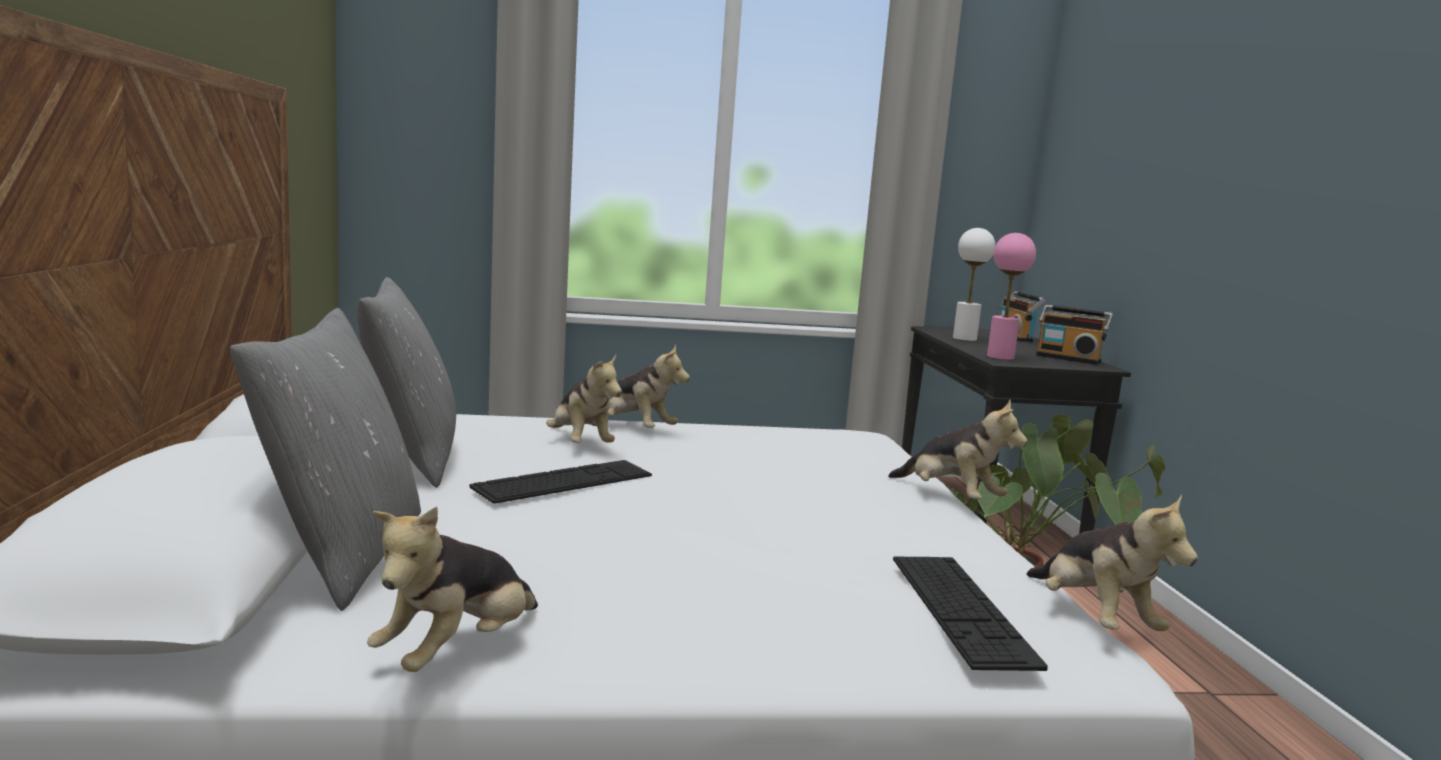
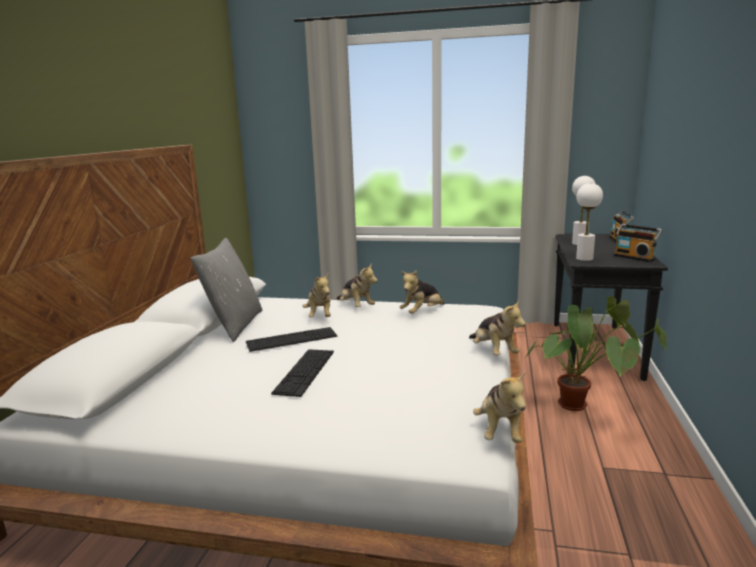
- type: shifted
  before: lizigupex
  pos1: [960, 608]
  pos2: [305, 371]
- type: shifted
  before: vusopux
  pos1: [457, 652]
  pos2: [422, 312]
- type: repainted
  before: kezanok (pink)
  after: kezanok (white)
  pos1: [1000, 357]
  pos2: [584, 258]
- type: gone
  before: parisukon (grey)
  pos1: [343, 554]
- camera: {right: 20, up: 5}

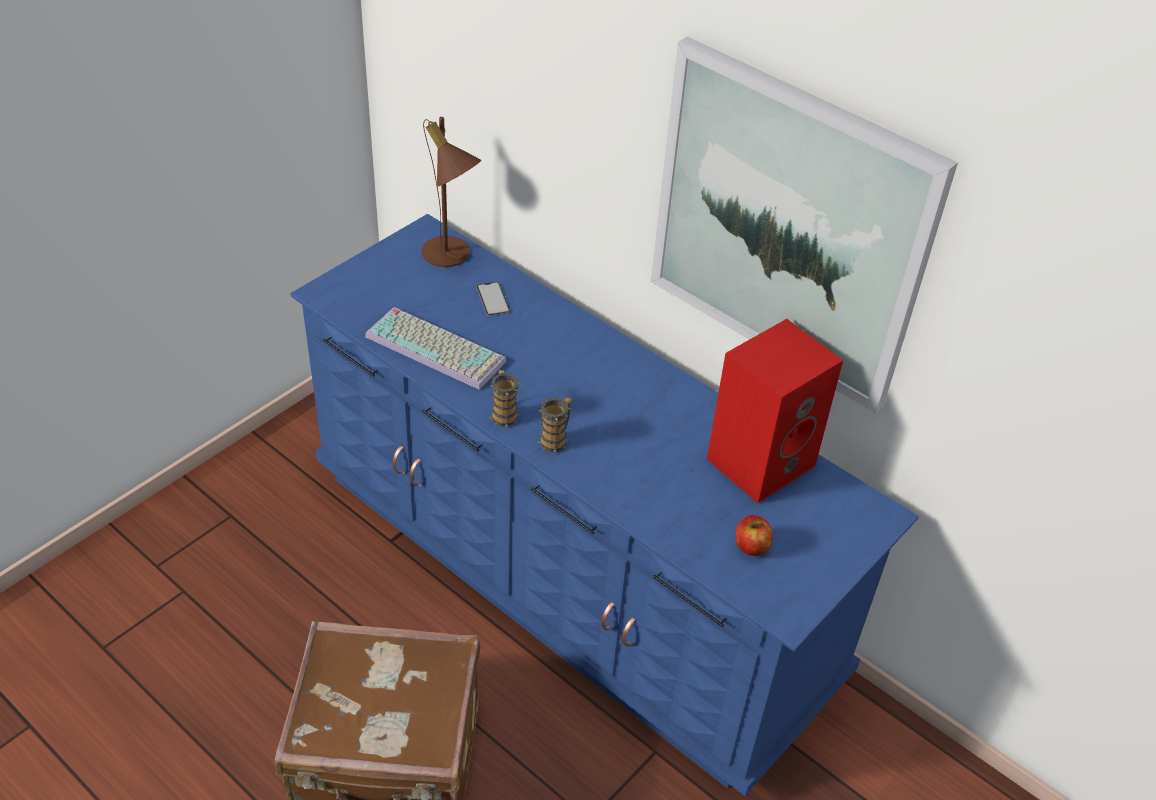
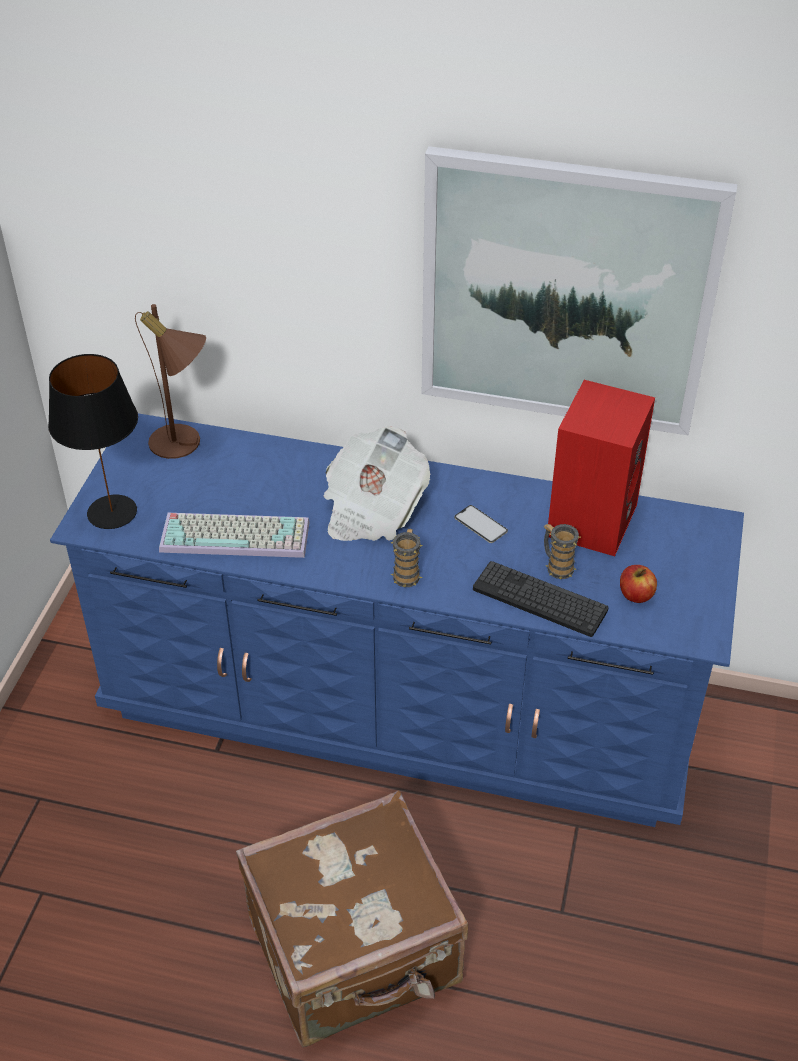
- type: new
  after: kezanok (black)
  pos2: [112, 513]
- type: new
  after: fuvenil
  pos2: [372, 509]
- type: shifted
  before: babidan
  pos1: [493, 299]
  pos2: [480, 524]
- type: new
  after: lizigupex
  pos2: [539, 599]
- type: shifted
  before: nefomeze
  pos1: [503, 414]
  pos2: [556, 566]
- camera: {right: -25, up: 0}

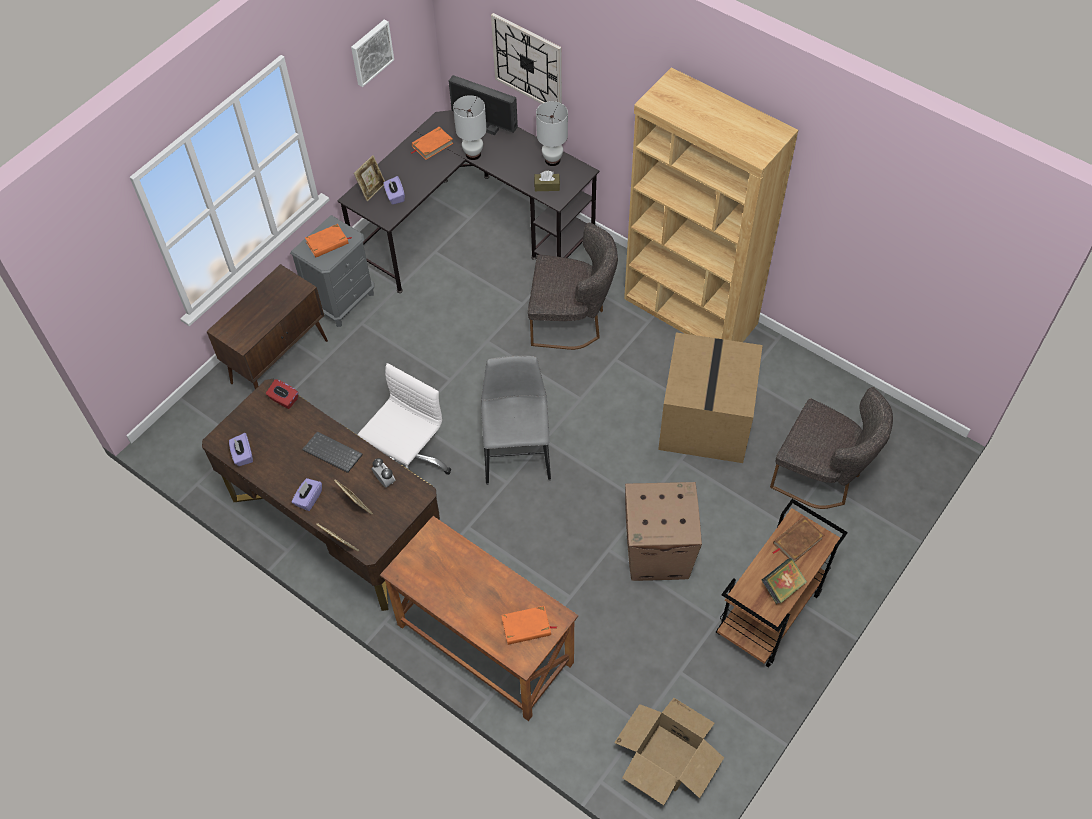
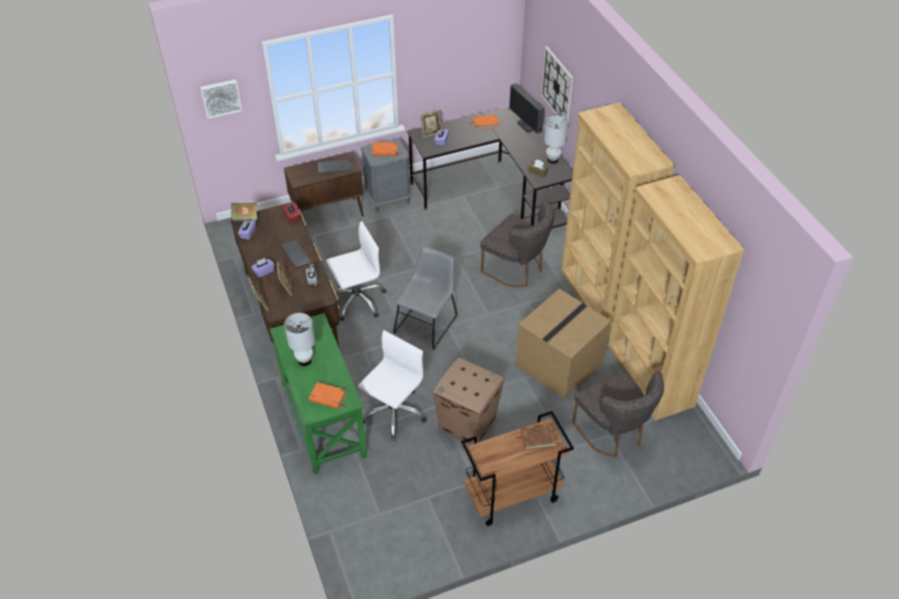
- type: shifted
  before: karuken
  pos1: [370, 52]
  pos2: [221, 98]
- type: shifted
  before: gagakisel
  pos1: [782, 587]
  pos2: [245, 218]
- type: repainted
  before: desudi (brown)
  after: desudi (green)
  pos1: [484, 644]
  pos2: [322, 419]
- type: shifted
  before: kezanok (white)
  pos1: [473, 154]
  pos2: [305, 360]
- type: new
  after: lizigupex
  pos2: [334, 166]
- type: new
  after: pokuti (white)
  pos2: [393, 413]
- type: new
  after: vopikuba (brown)
  pos2: [649, 376]
- type: gone
  before: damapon
  pos1: [666, 757]
- camera: {right: 30, up: -10}

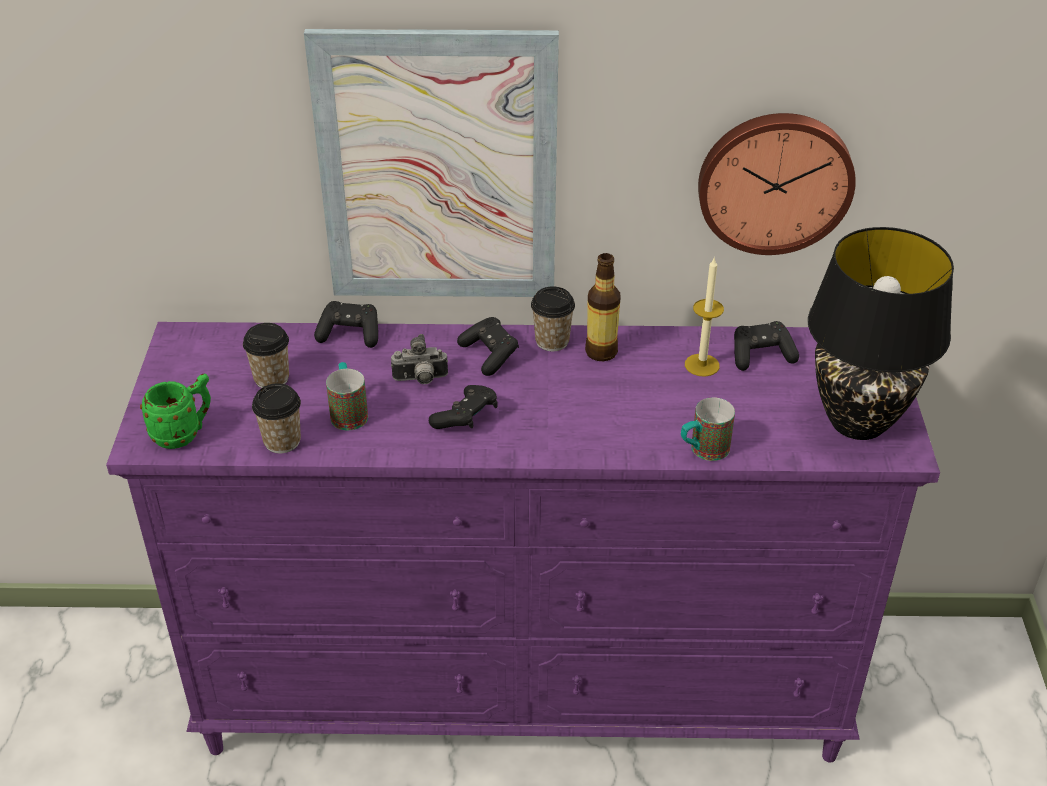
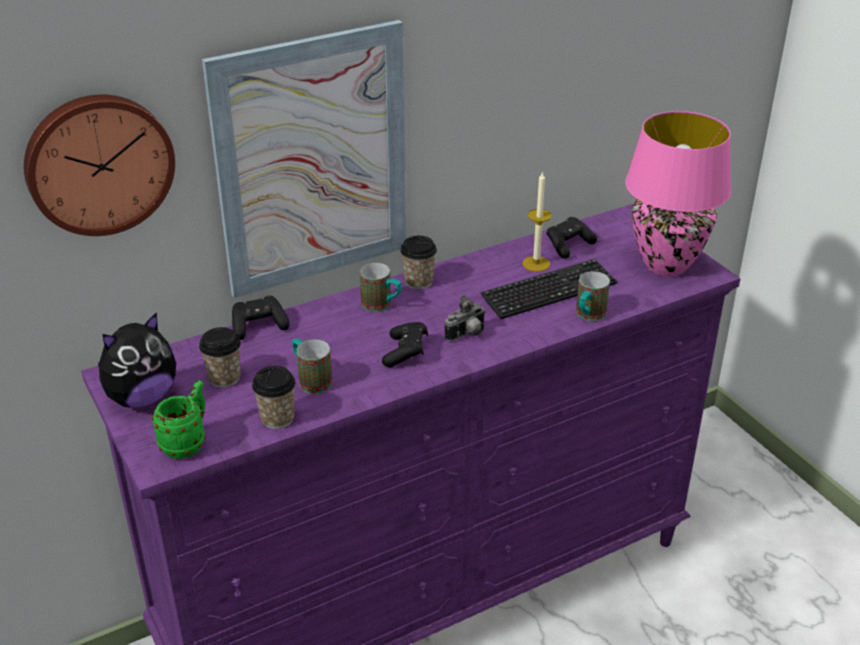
- type: shifted
  before: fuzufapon
  pos1: [774, 181]
  pos2: [98, 163]
- type: new
  after: vusopux
  pos2: [141, 397]
- type: swapped
  before: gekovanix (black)
  after: nefomeze
  pos1: [490, 355]
  pos2: [382, 305]
- type: shifted
  before: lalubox
  pos1: [420, 380]
  pos2: [467, 335]
- type: new
  after: lizigupex
  pos2: [549, 291]
- type: repainted
  before: kezanok (black)
  after: kezanok (pink)
  pos1: [858, 421]
  pos2: [666, 265]
- type: gone
  before: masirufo
  pos1: [601, 352]
- camera: {right: -30, up: -5}

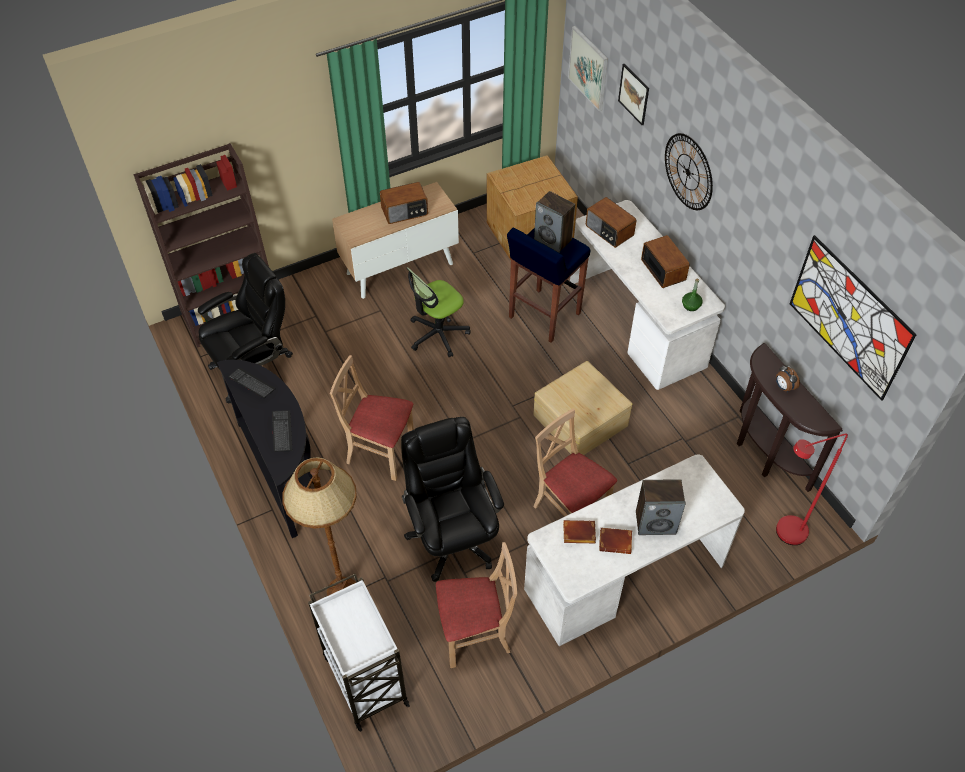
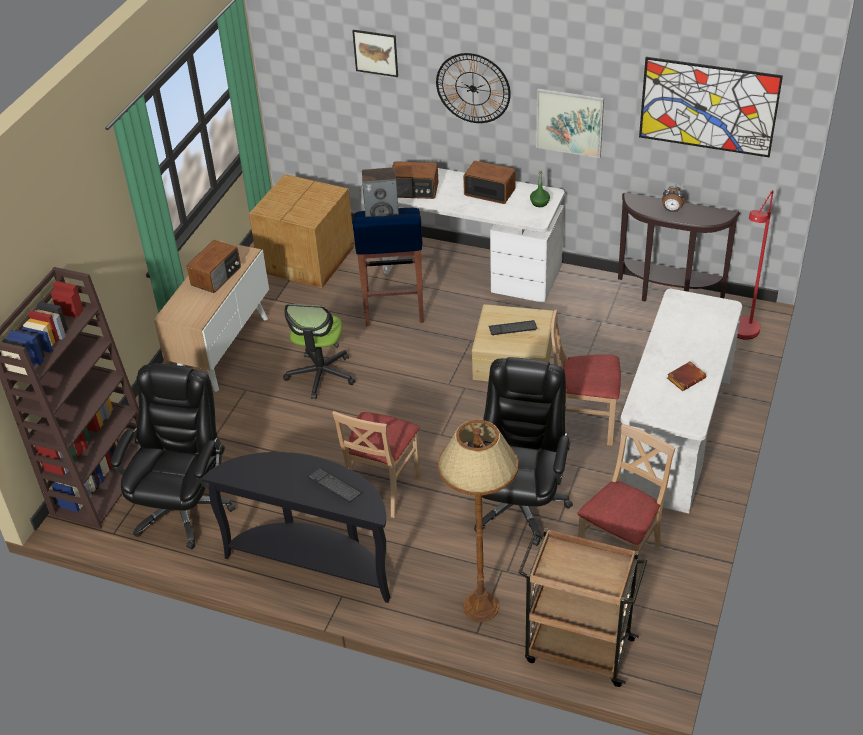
- type: rotated
  before: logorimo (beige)
  pos1: [380, 452]
  pos2: [382, 489]
  turn: -45
- type: rotated
  before: pokuti (black)
  pos1: [452, 537]
  pos2: [519, 504]
  turn: 75
- type: shifted
  before: lizigupex
  pos1: [251, 383]
  pos2: [512, 328]
- type: repainted
  before: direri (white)
  after: direri (brown)
  pos1: [364, 678]
  pos2: [577, 649]
- type: shifted
  before: karuken
  pos1: [588, 68]
  pos2: [569, 122]
- type: gone
  before: gagakisel (brown)
  pos1: [578, 534]
- type: gone
  before: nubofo
  pos1: [656, 522]
- camera: {right: -40, up: -10}

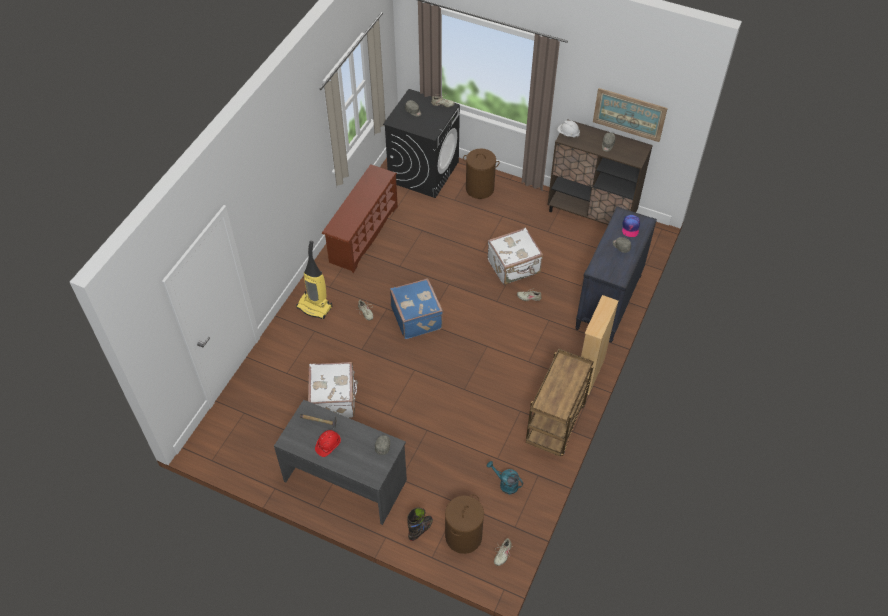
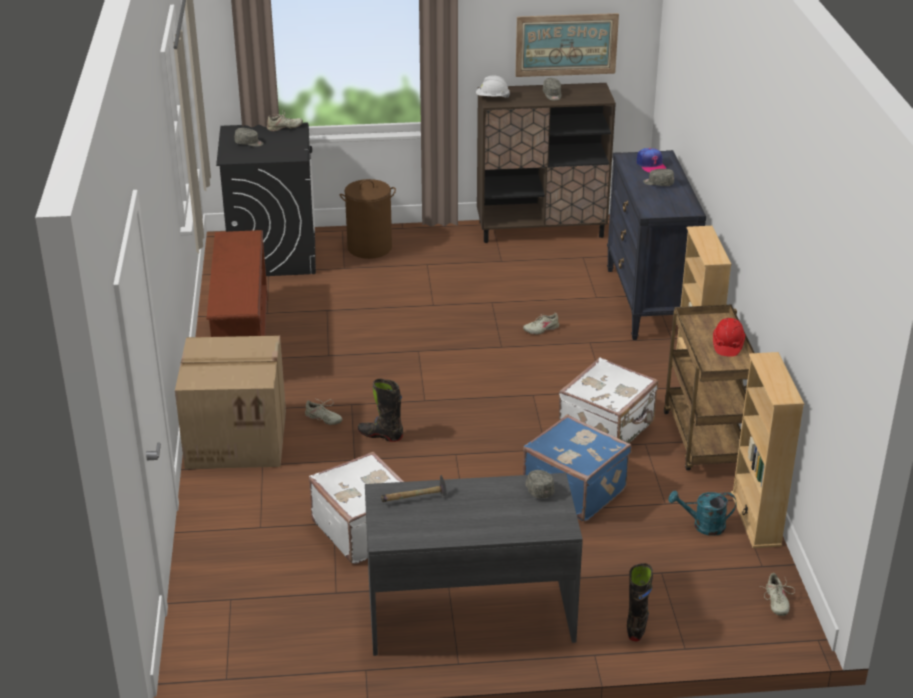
- type: swapped
  before: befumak
  after: damapon
  pos1: [315, 307]
  pos2: [238, 438]
- type: new
  after: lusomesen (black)
  pos2: [380, 435]
- type: shifted
  before: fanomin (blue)
  pos1: [417, 317]
  pos2: [575, 489]
- type: shifted
  before: fanomin (white)
  pos1: [514, 267]
  pos2: [608, 429]
- type: shifted
  before: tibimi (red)
  pos1: [328, 445]
  pos2: [727, 345]
- type: new
  after: vopikuba (beige)
  pos2: [756, 519]
- type: gone
  before: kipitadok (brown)
  pos1: [463, 536]
- camera: {right: -30, up: -20}

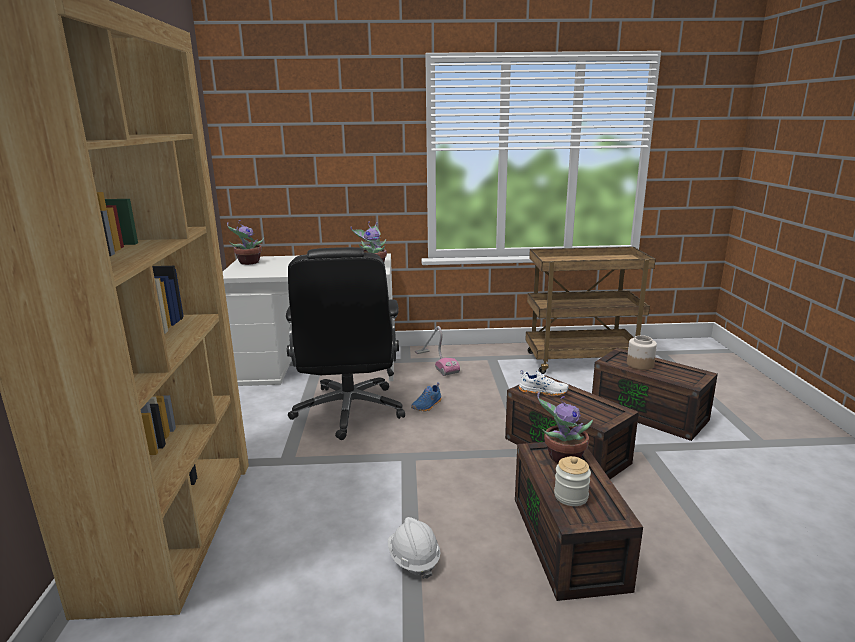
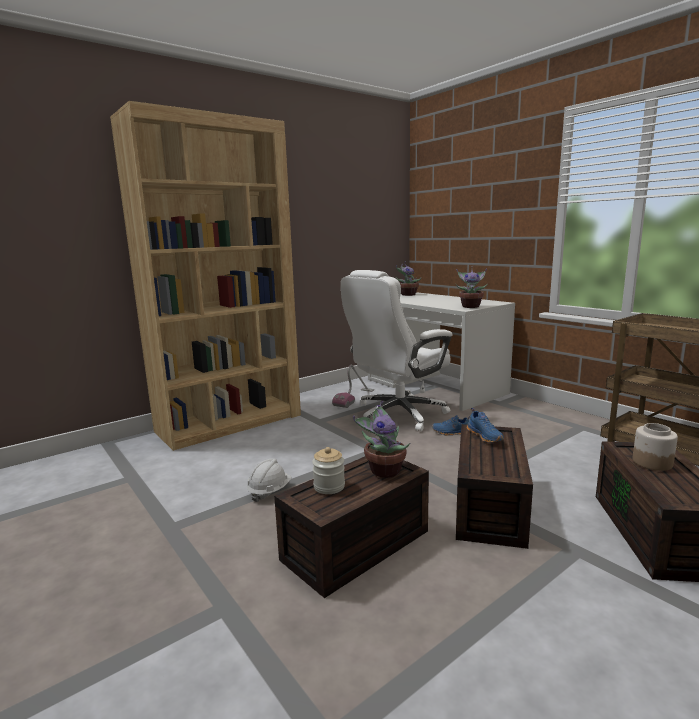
- type: shifted
  before: befumak
  pos1: [436, 362]
  pos2: [354, 398]
- type: repainted
  before: pokuti (black)
  after: pokuti (white)
  pos1: [349, 411]
  pos2: [397, 414]
- type: repainted
  before: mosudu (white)
  after: mosudu (blue)
  pos1: [543, 391]
  pos2: [485, 436]
- camera: {right: 55, up: -5}

